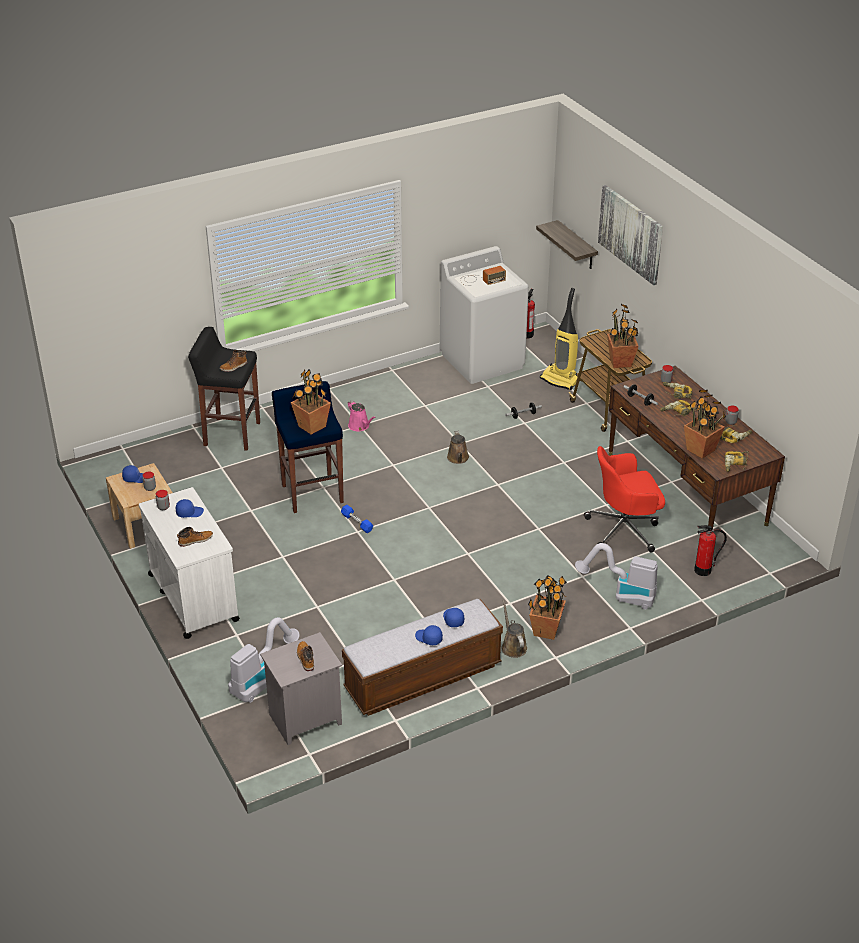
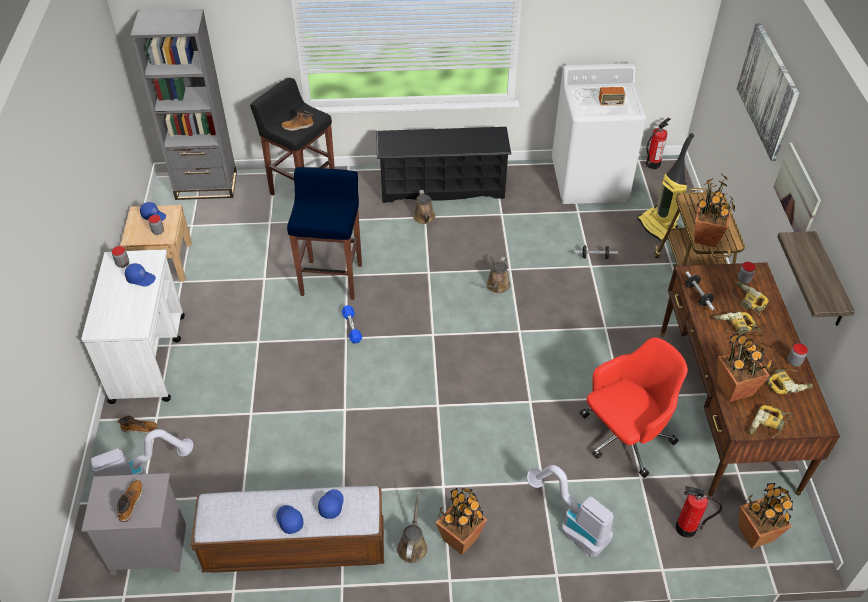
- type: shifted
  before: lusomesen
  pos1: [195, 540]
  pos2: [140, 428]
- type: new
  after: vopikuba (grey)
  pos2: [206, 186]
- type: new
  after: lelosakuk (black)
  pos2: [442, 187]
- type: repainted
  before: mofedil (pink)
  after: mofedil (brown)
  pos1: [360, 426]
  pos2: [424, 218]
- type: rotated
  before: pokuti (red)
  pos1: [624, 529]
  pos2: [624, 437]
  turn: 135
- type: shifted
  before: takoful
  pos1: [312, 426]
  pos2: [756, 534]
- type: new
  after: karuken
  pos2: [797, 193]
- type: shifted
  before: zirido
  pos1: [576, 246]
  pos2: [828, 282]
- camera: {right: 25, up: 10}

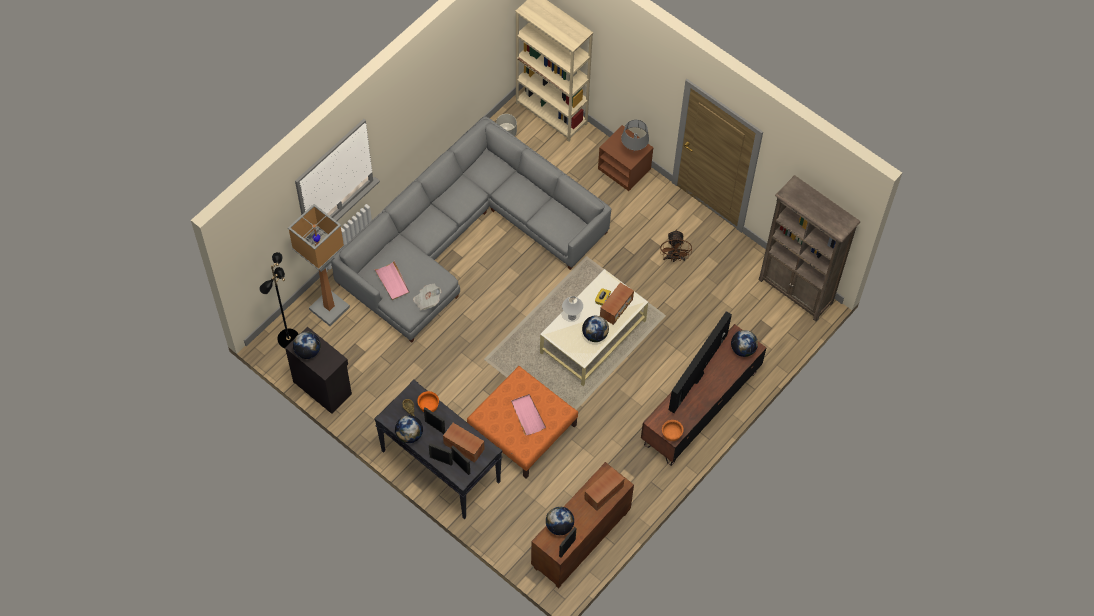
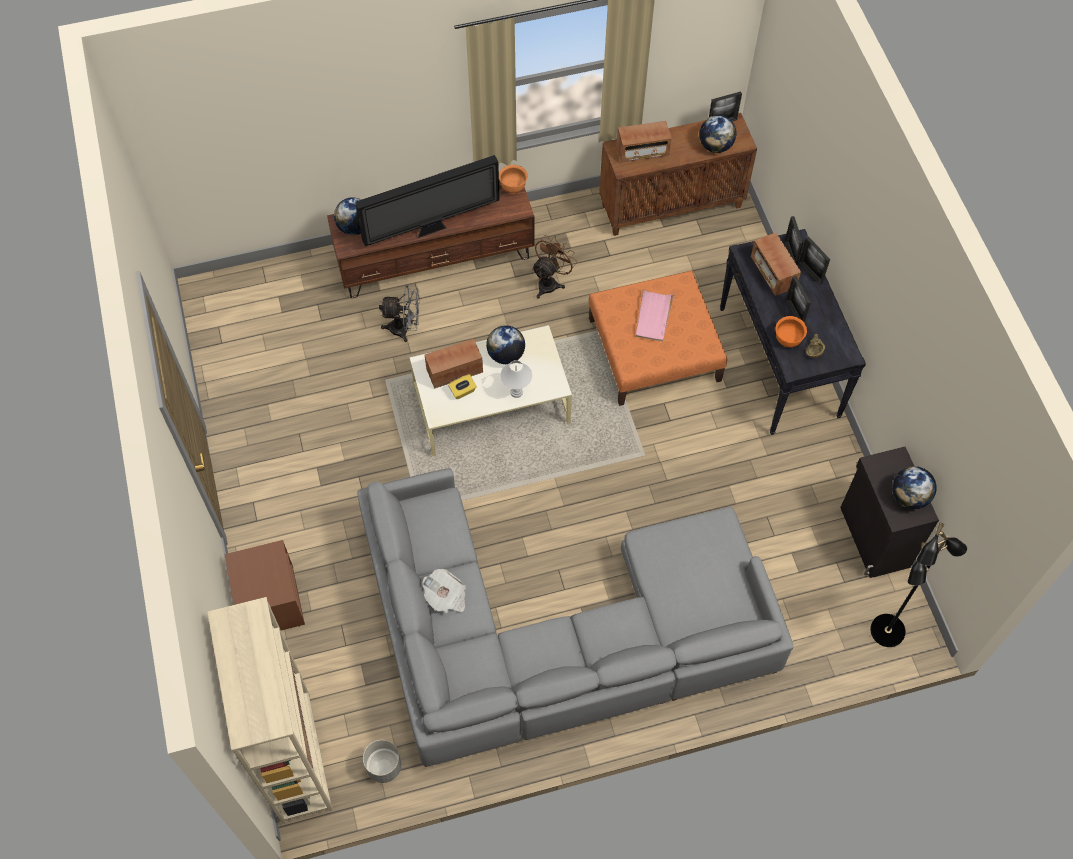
- type: new
  after: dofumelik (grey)
  pos2: [404, 328]
- type: shifted
  before: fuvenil
  pos1: [427, 300]
  pos2: [446, 597]
- type: shifted
  before: dofumelik (brown)
  pos1: [674, 258]
  pos2: [550, 282]
- type: gone
  before: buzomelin
  pos1: [329, 307]
- type: gone
  before: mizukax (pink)
  pos1: [392, 281]
- type: gone
  before: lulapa
  pos1: [409, 435]
- type: gone
  before: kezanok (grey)
  pos1: [633, 152]
- type: gone
  before: vopikuba (brown)
  pos1: [796, 291]
- camera: {right: -145, up: 0}

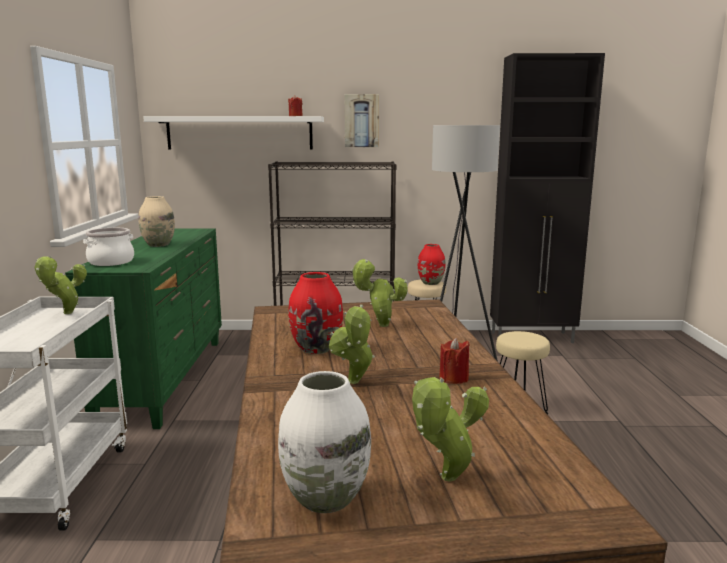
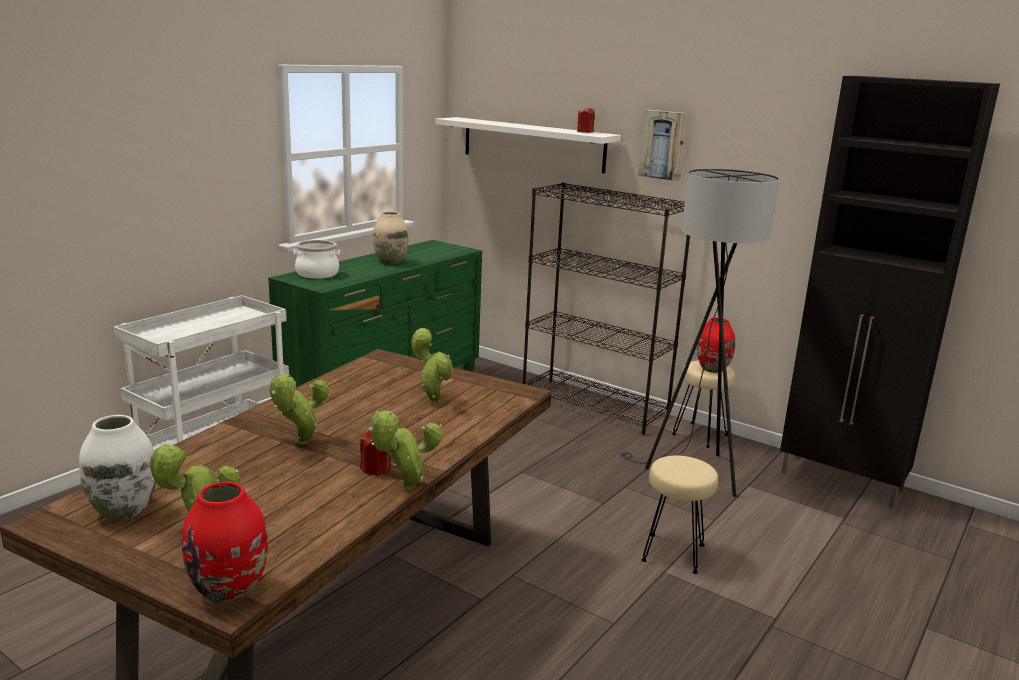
- type: shifted
  before: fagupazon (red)
  pos1: [316, 348]
  pos2: [230, 590]
- type: shifted
  before: takoful
  pos1: [65, 314]
  pos2: [405, 488]
- camera: {right: 35, up: 5}

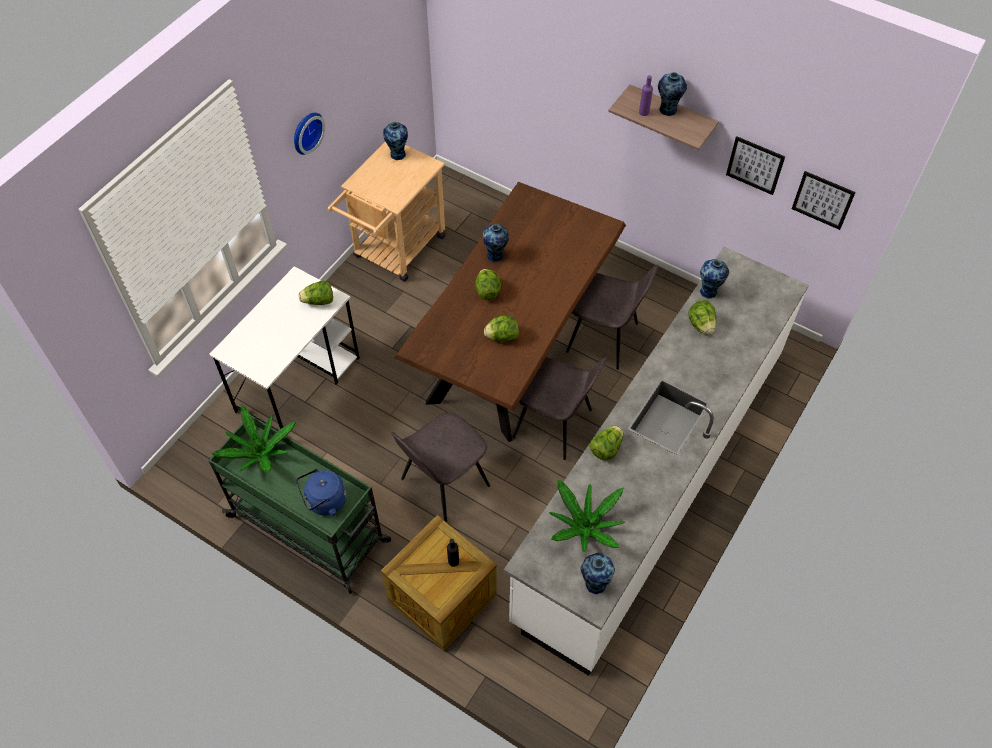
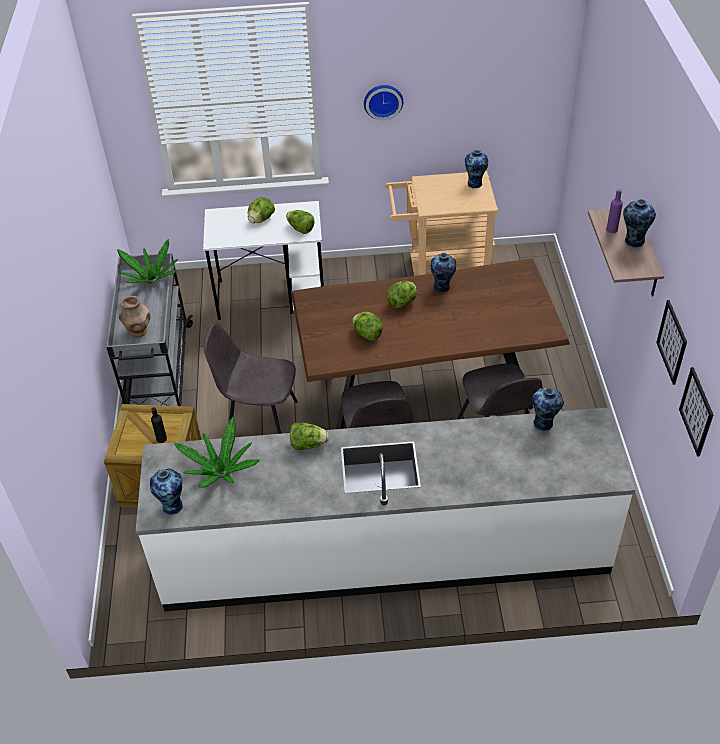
- type: repainted
  before: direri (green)
  after: direri (grey)
  pos1: [310, 529]
  pos2: [159, 374]
- type: swapped
  before: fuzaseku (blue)
  after: fagupazon (brown)
  pos1: [324, 502]
  pos2: [138, 332]
- type: shifted
  before: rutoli
  pos1: [701, 325]
  pos2: [261, 220]
- camera: {right: 55, up: -10}

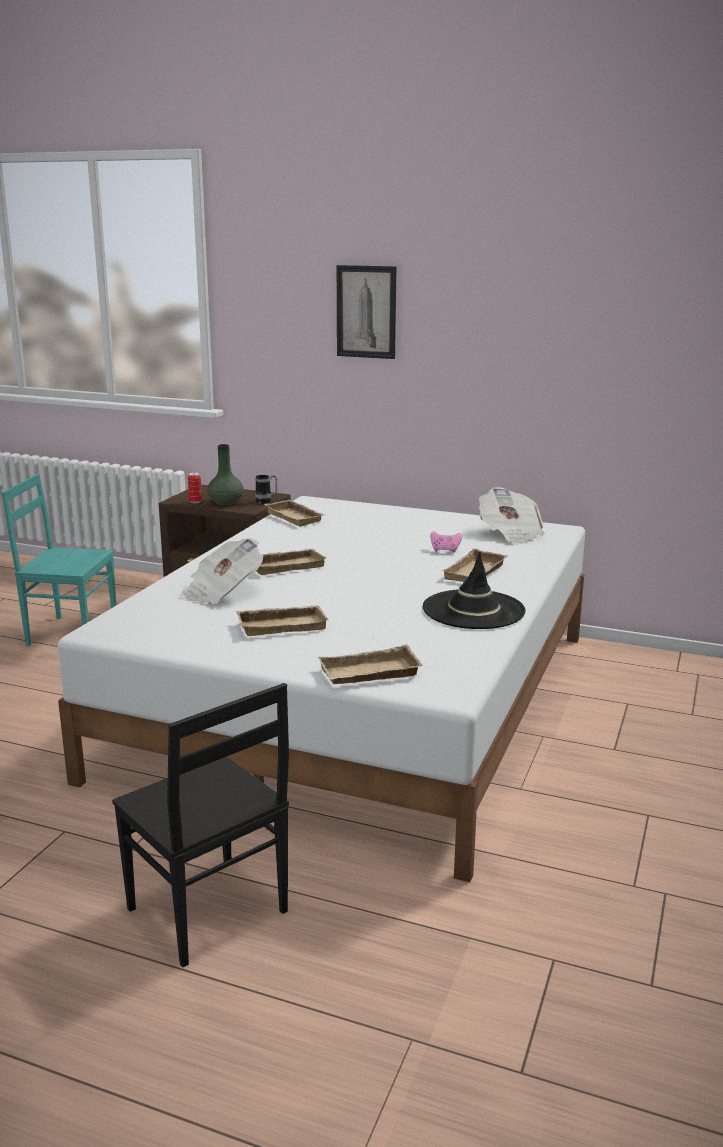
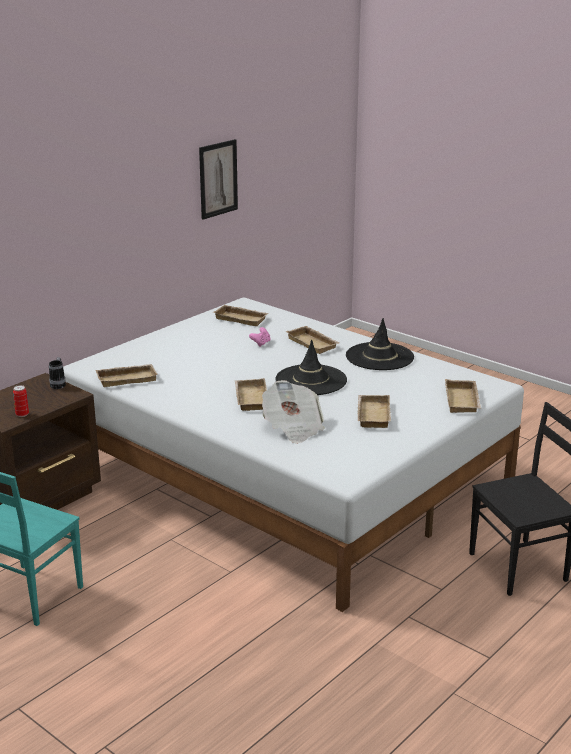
- type: shifted
  before: karuken
  pos1: [366, 312]
  pos2: [218, 179]
- type: swapped
  before: fuvenil
  after: mizukax (beige)
  pos1: [510, 534]
  pos2: [242, 318]
- type: new
  after: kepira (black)
  pos2: [311, 380]
- type: gone
  before: fagupazon (green)
  pos1: [226, 502]
- camera: {right: -70, up: 5}

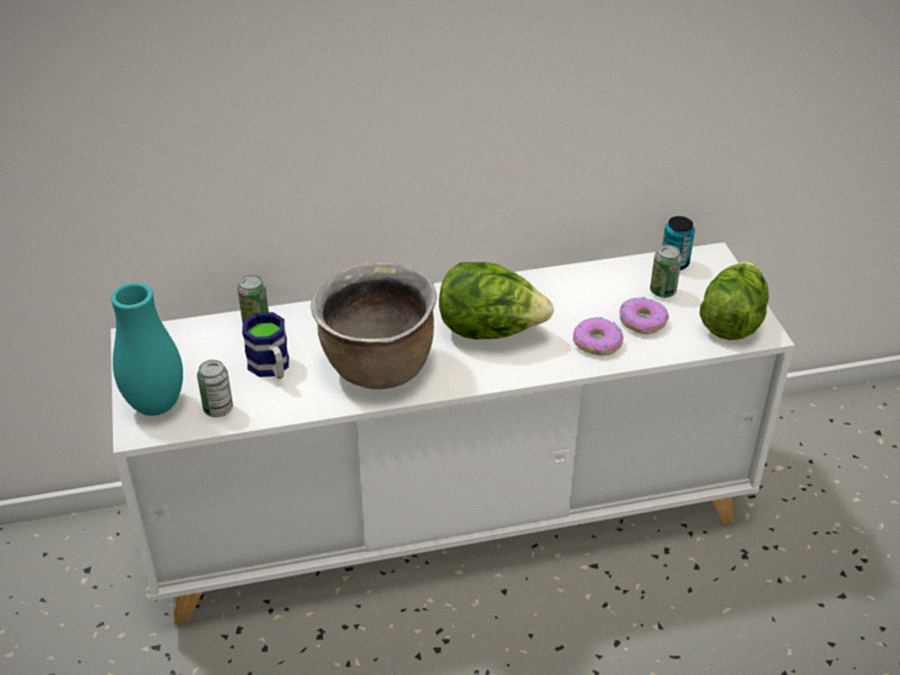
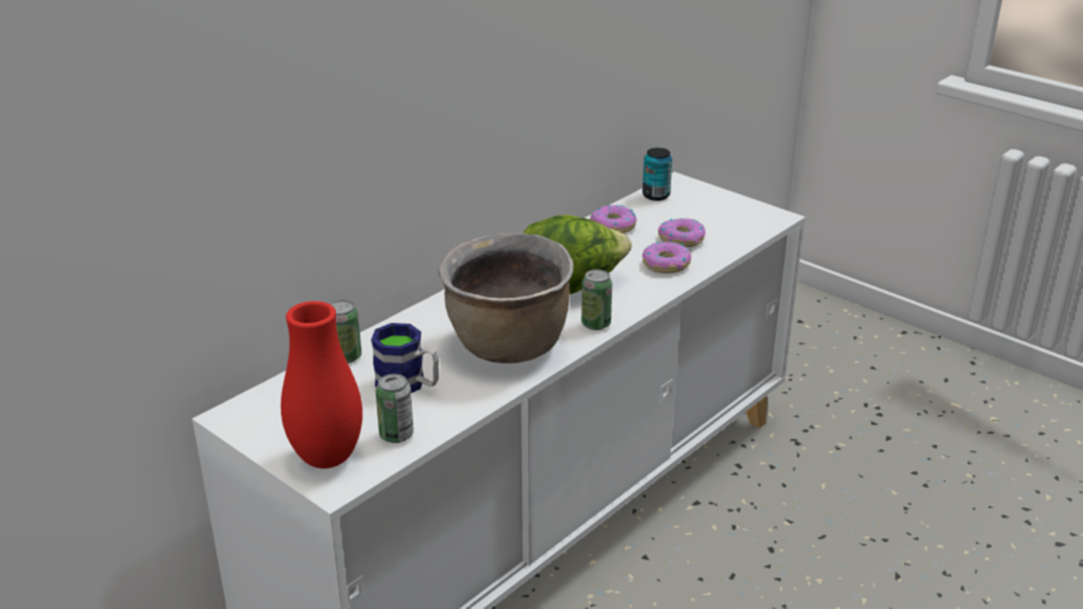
- type: repainted
  before: fagupazon (turquoise)
  after: fagupazon (red)
  pos1: [156, 405]
  pos2: [327, 458]
- type: shifted
  before: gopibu
  pos1: [662, 291]
  pos2: [596, 324]
- type: new
  after: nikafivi
  pos2: [613, 226]
- type: gone
  before: rutoli
  pos1: [731, 319]
- camera: {right: -35, up: -10}

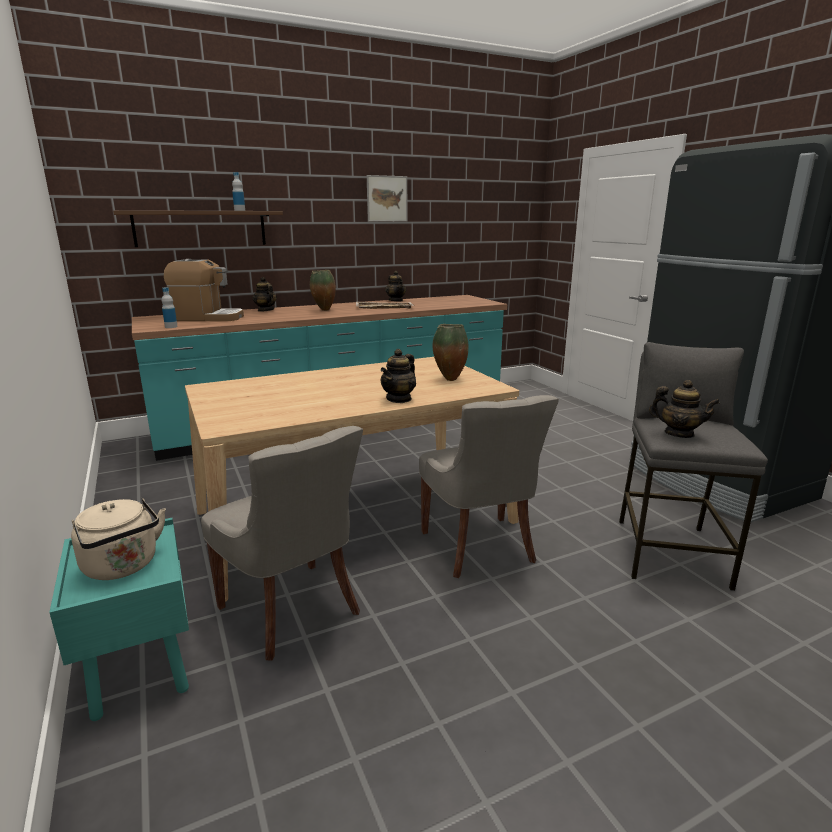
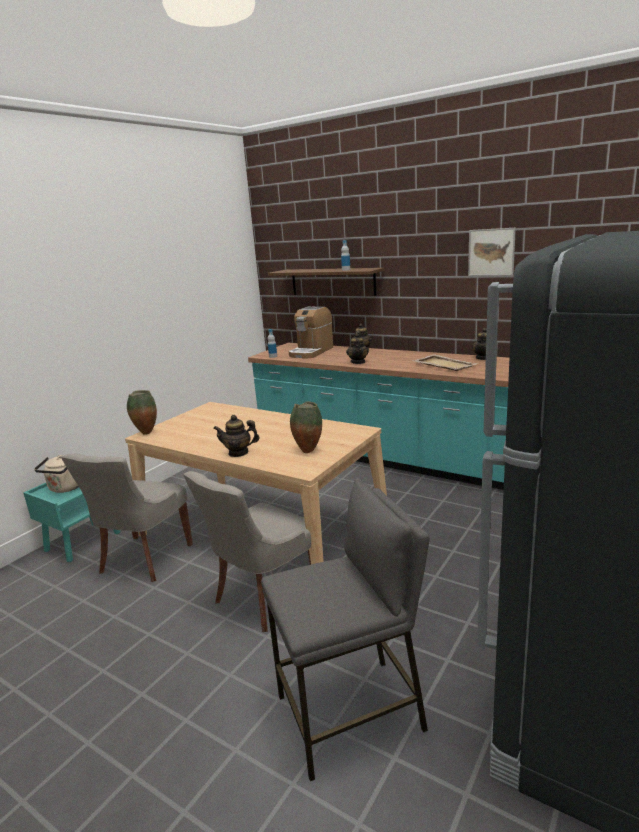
- type: shifted
  before: fagupazon
  pos1: [323, 310]
  pos2: [146, 433]
- type: rotated
  before: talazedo
  pos1: [208, 318]
  pos2: [311, 352]
  turn: 60
- type: shifted
  before: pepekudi
  pos1: [679, 434]
  pos2: [358, 362]
- camera: {right: 60, up: 0}

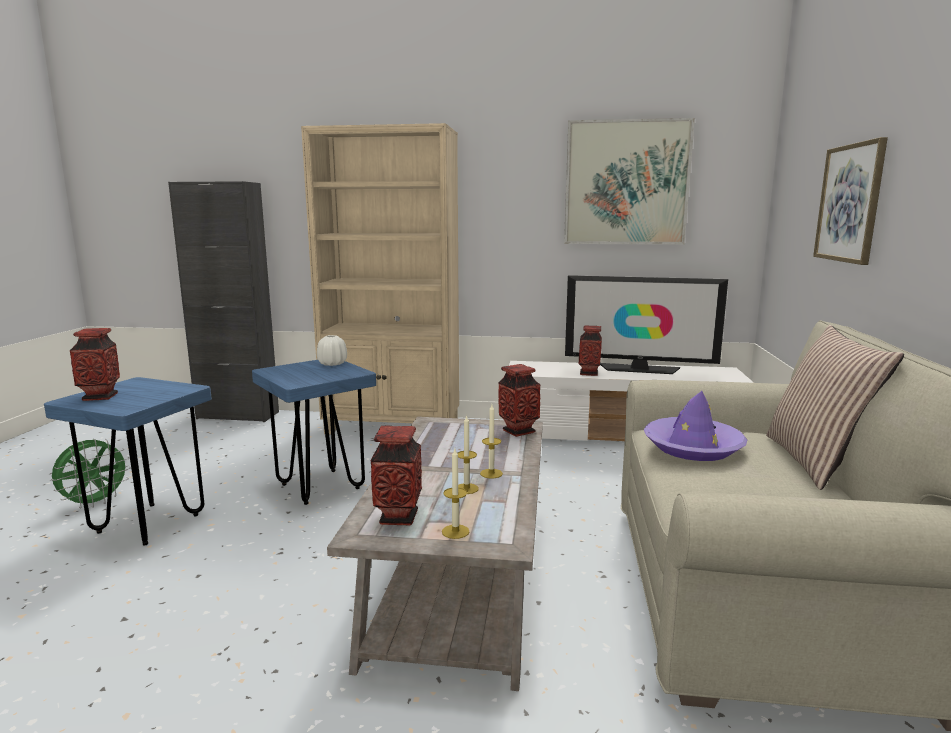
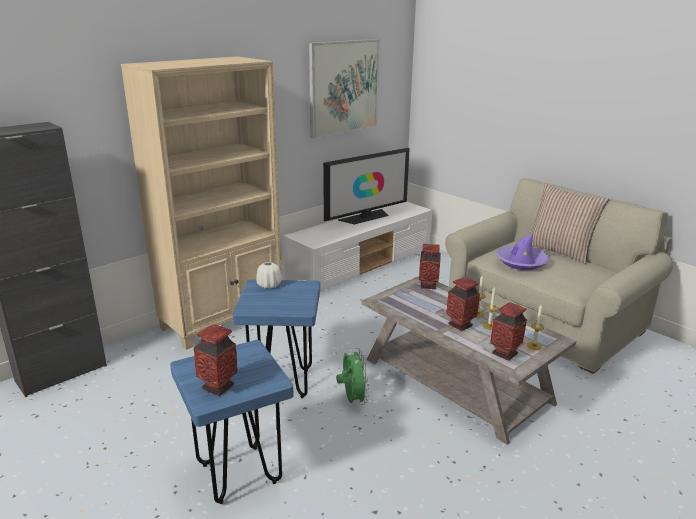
- type: shifted
  before: dofumelik (green)
  pos1: [95, 503]
  pos2: [352, 400]
- type: shifted
  before: fagupazon
  pos1: [589, 373]
  pos2: [460, 325]
- type: gone
  before: karuken
  pos1: [849, 203]
- camera: {right: -50, up: 10}

